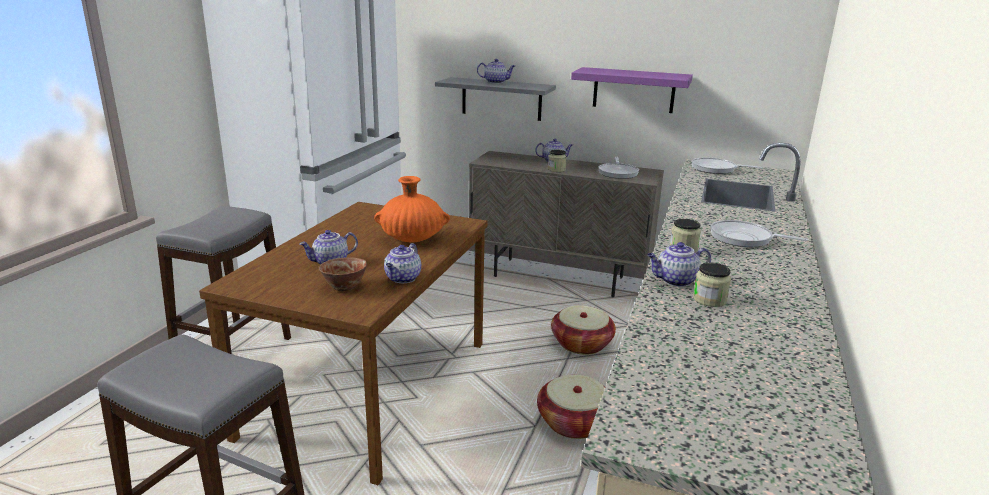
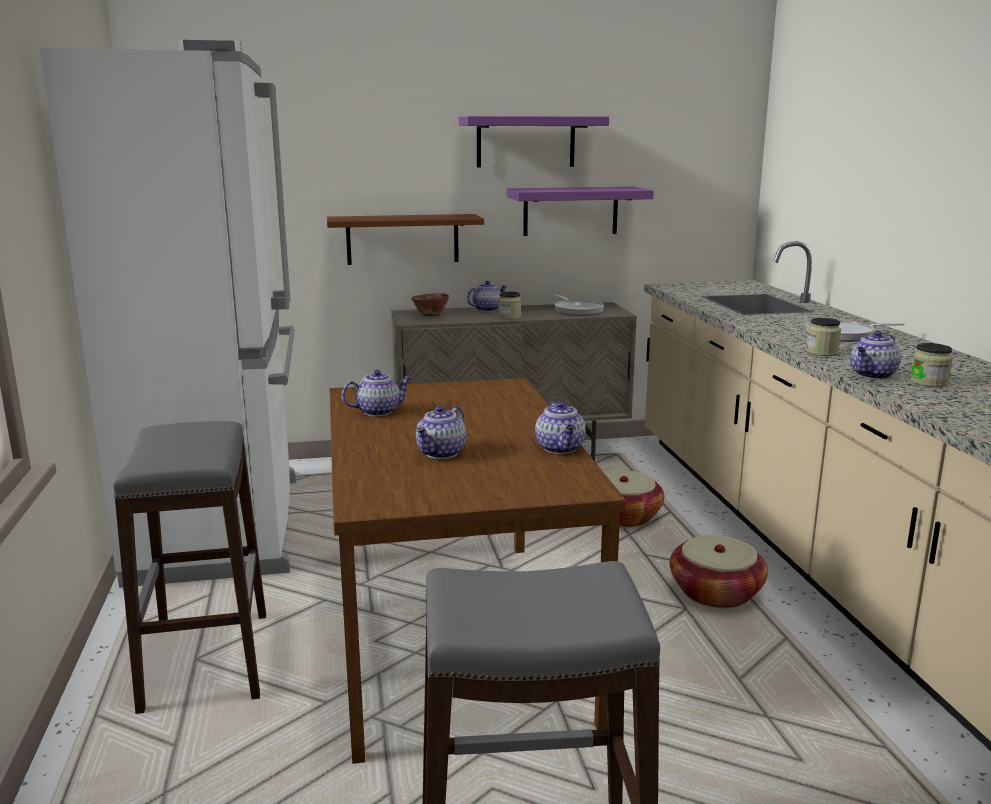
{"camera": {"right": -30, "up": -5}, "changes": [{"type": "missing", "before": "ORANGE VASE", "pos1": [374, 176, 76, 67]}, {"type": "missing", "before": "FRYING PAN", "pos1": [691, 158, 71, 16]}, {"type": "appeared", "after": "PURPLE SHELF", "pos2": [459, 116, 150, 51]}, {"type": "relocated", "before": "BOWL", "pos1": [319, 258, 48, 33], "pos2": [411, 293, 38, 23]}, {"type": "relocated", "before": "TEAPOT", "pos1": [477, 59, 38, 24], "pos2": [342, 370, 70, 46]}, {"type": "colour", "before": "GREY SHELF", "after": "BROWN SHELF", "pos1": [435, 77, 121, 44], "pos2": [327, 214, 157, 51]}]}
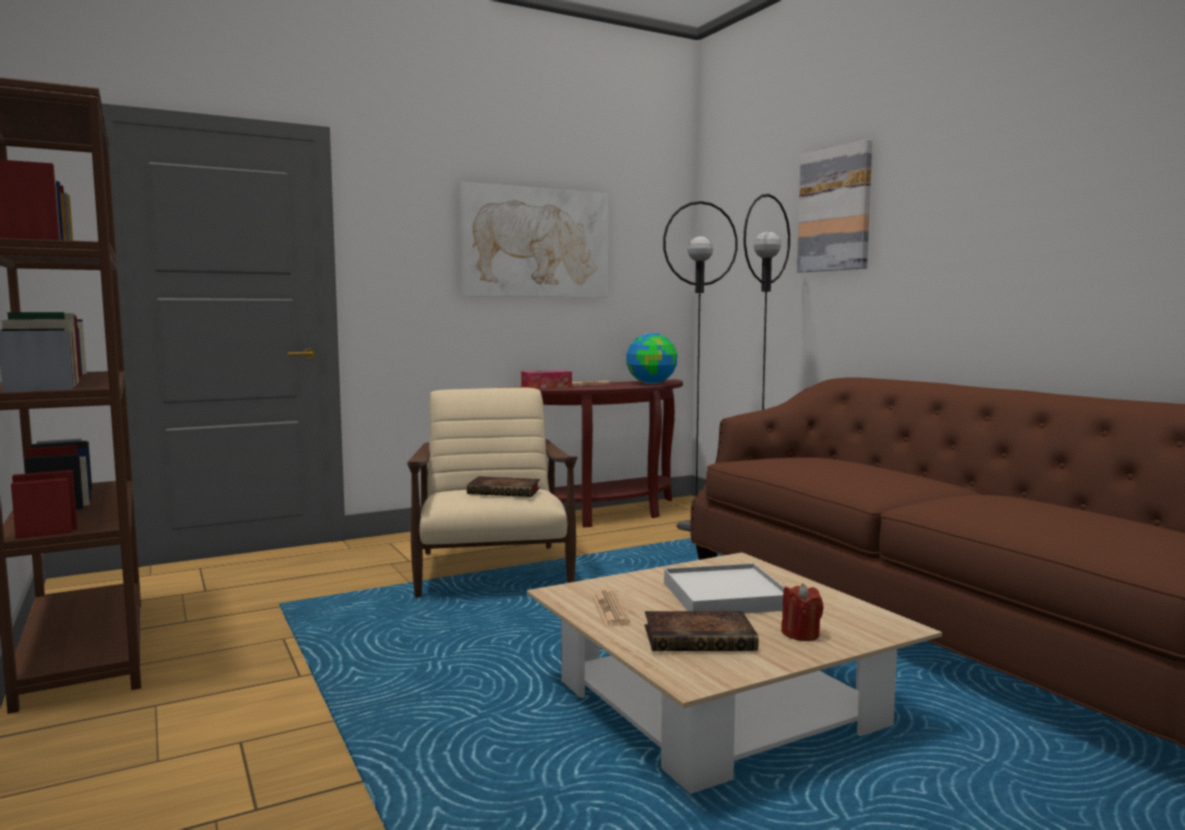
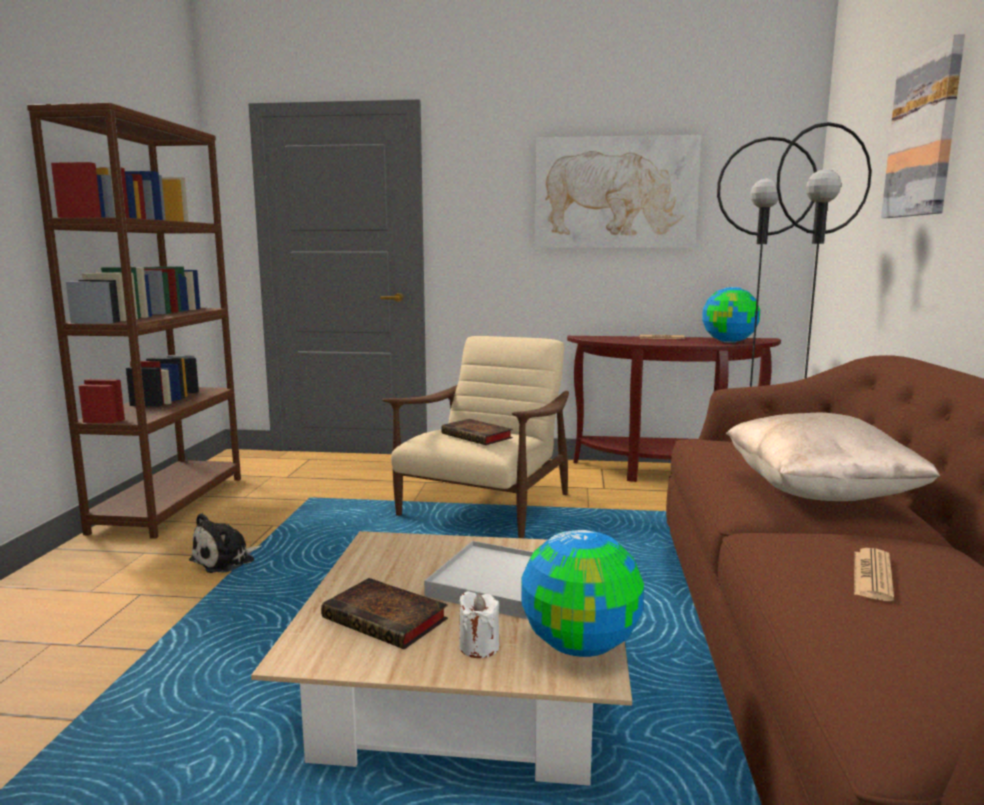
{"camera": {"right": 35, "up": 5}, "changes": [{"type": "missing", "before": "TISSUE BOX", "pos1": [521, 370, 51, 19]}, {"type": "appeared", "after": "PLUSH TOY", "pos2": [189, 513, 73, 60]}, {"type": "appeared", "after": "GLOBE", "pos2": [521, 530, 123, 127]}, {"type": "appeared", "after": "BEIGE PILLOW", "pos2": [726, 413, 214, 88]}, {"type": "relocated", "before": "NEWSPAPER", "pos1": [592, 590, 38, 36], "pos2": [854, 548, 40, 53]}, {"type": "colour", "before": "RED CANDLE", "after": "WHITE CANDLE", "pos1": [781, 584, 43, 57], "pos2": [459, 591, 40, 67]}]}
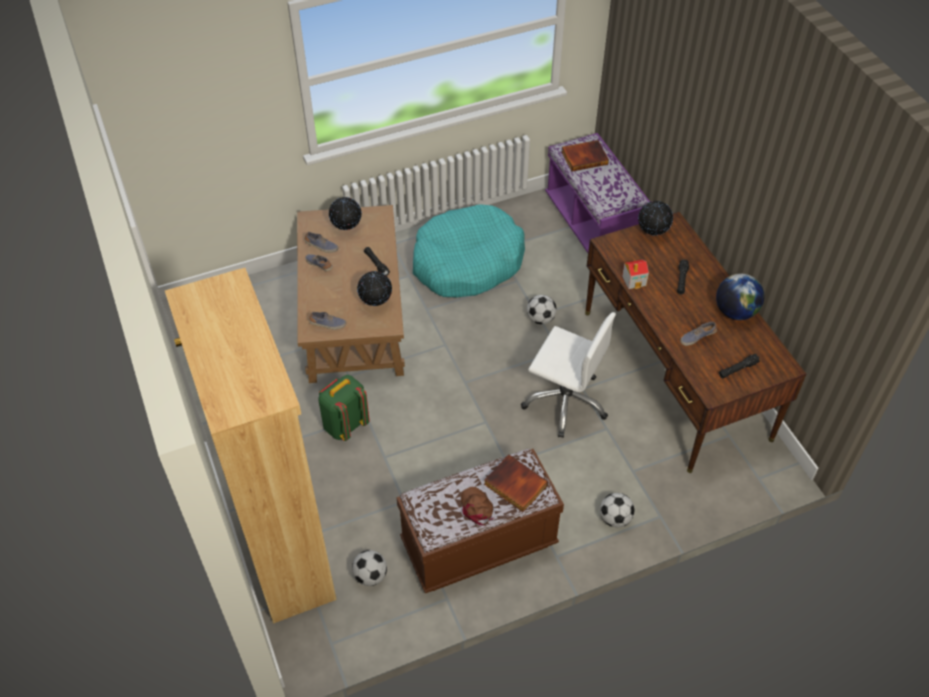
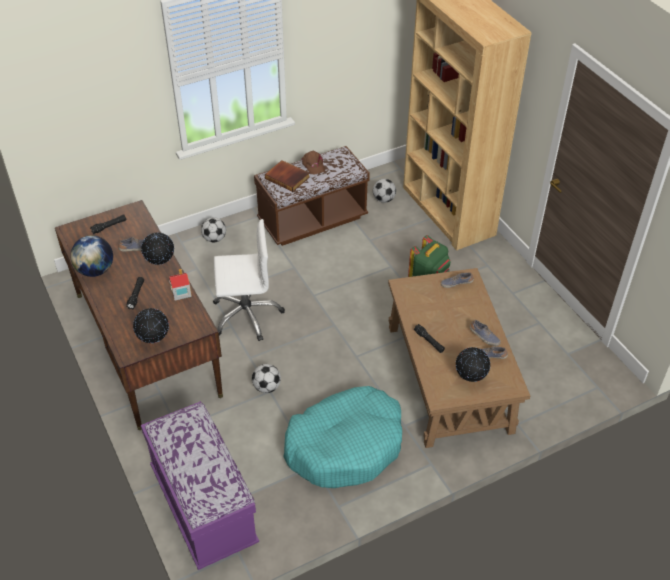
{"camera": {"right": 175, "up": -5}, "changes": [{"type": "missing", "before": "BOOK", "pos1": [561, 140, 48, 31]}, {"type": "relocated", "before": "GLOBE", "pos1": [357, 271, 35, 35], "pos2": [141, 232, 33, 33]}, {"type": "spun", "before": "WHITE OFFICE CHAIR", "pos1": [521, 312, 95, 126], "pos2": [213, 219, 72, 122], "turn": 150}]}
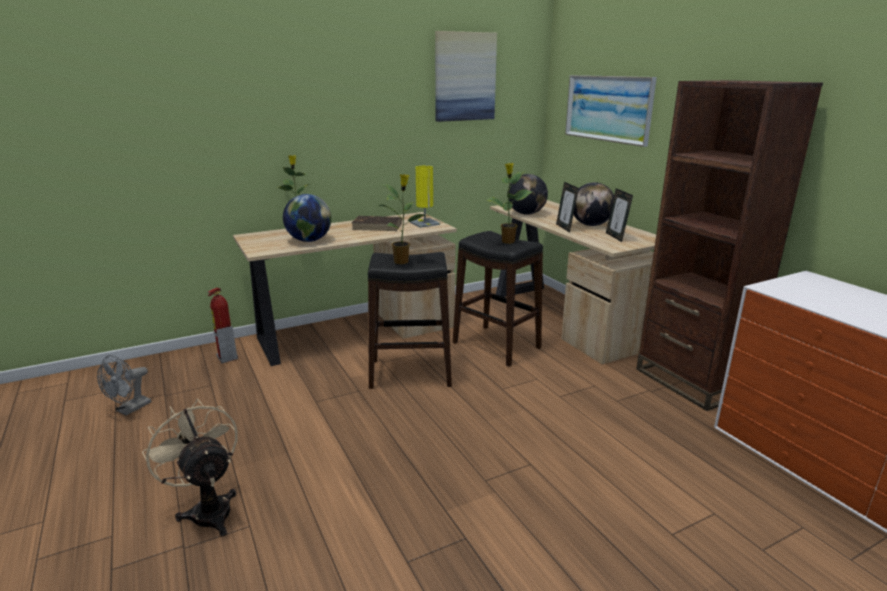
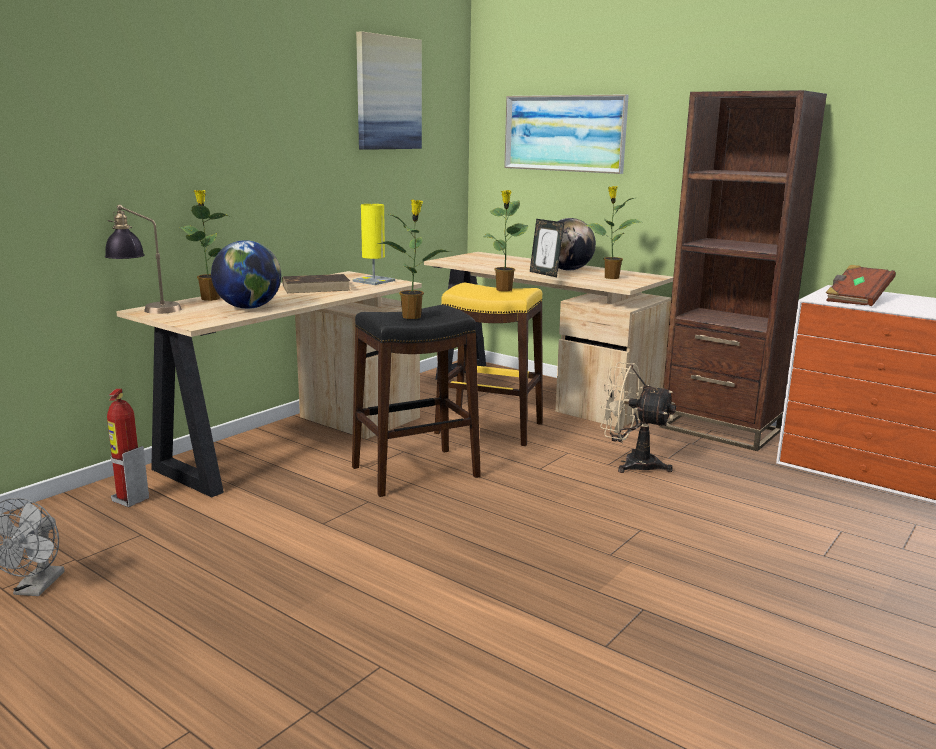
{"camera": {"right": -25, "up": -5}, "changes": [{"type": "missing", "before": "GLOBE", "pos1": [507, 174, 41, 41]}, {"type": "appeared", "after": "TABLE LAMP", "pos2": [105, 204, 76, 110]}, {"type": "appeared", "after": "BROWN BOOK", "pos2": [826, 264, 70, 42]}, {"type": "relocated", "before": "BEIGE FAN", "pos1": [142, 399, 96, 137], "pos2": [600, 362, 76, 111]}, {"type": "exchanged", "before": "PICTURE FRAME", "after": "POTTED PLANT", "pos1": [606, 188, 27, 54], "pos2": [585, 186, 56, 93]}, {"type": "colour", "before": "BLACK STOOL", "after": "YELLOW STOOL", "pos1": [453, 231, 90, 136], "pos2": [434, 283, 109, 163]}]}
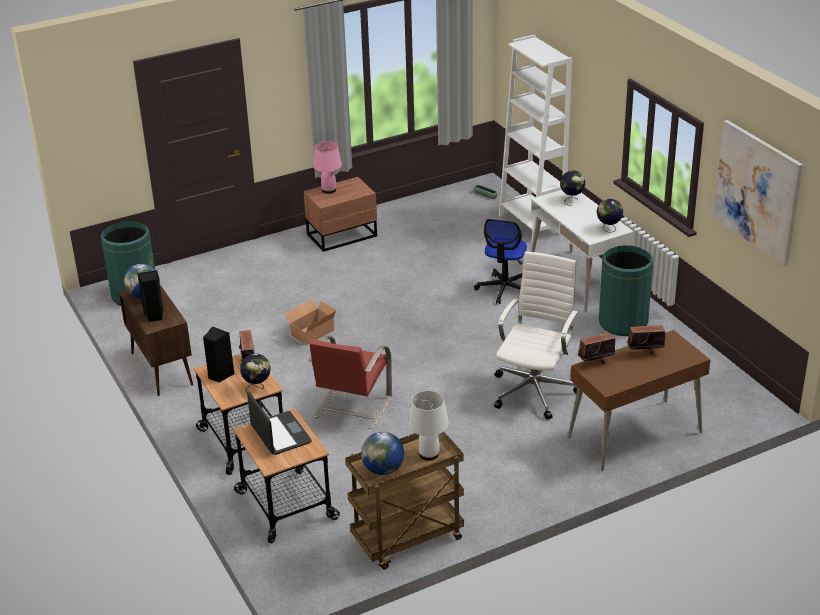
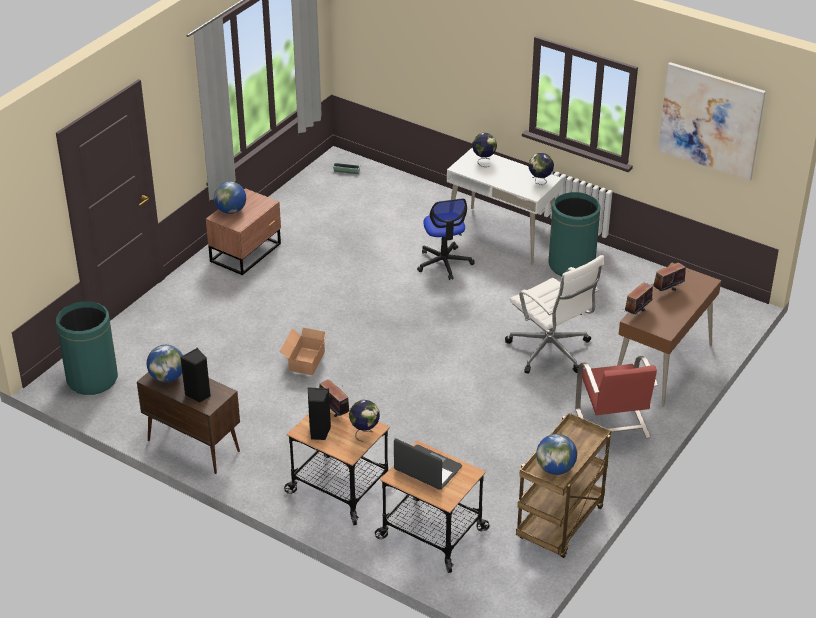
{"camera": {"right": -30, "up": 5}, "changes": [{"type": "missing", "before": "WHITE TABLE LAMP", "pos1": [408, 391, 41, 70]}, {"type": "missing", "before": "WHITE BOOKCASE", "pos1": [499, 35, 73, 208]}, {"type": "relocated", "before": "RED CHAIR", "pos1": [308, 336, 84, 93], "pos2": [575, 356, 83, 82]}, {"type": "exchanged", "before": "PINK TABLE LAMP", "after": "GLOBE", "pos1": [313, 141, 29, 53], "pos2": [214, 182, 32, 32]}, {"type": "spun", "before": "WHITE OFFICE CHAIR", "pos1": [494, 251, 84, 169], "pos2": [505, 255, 99, 119], "turn": 150}]}
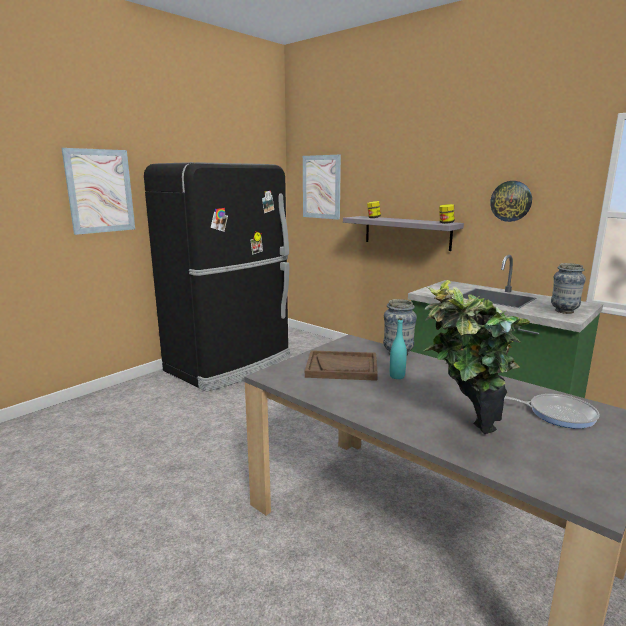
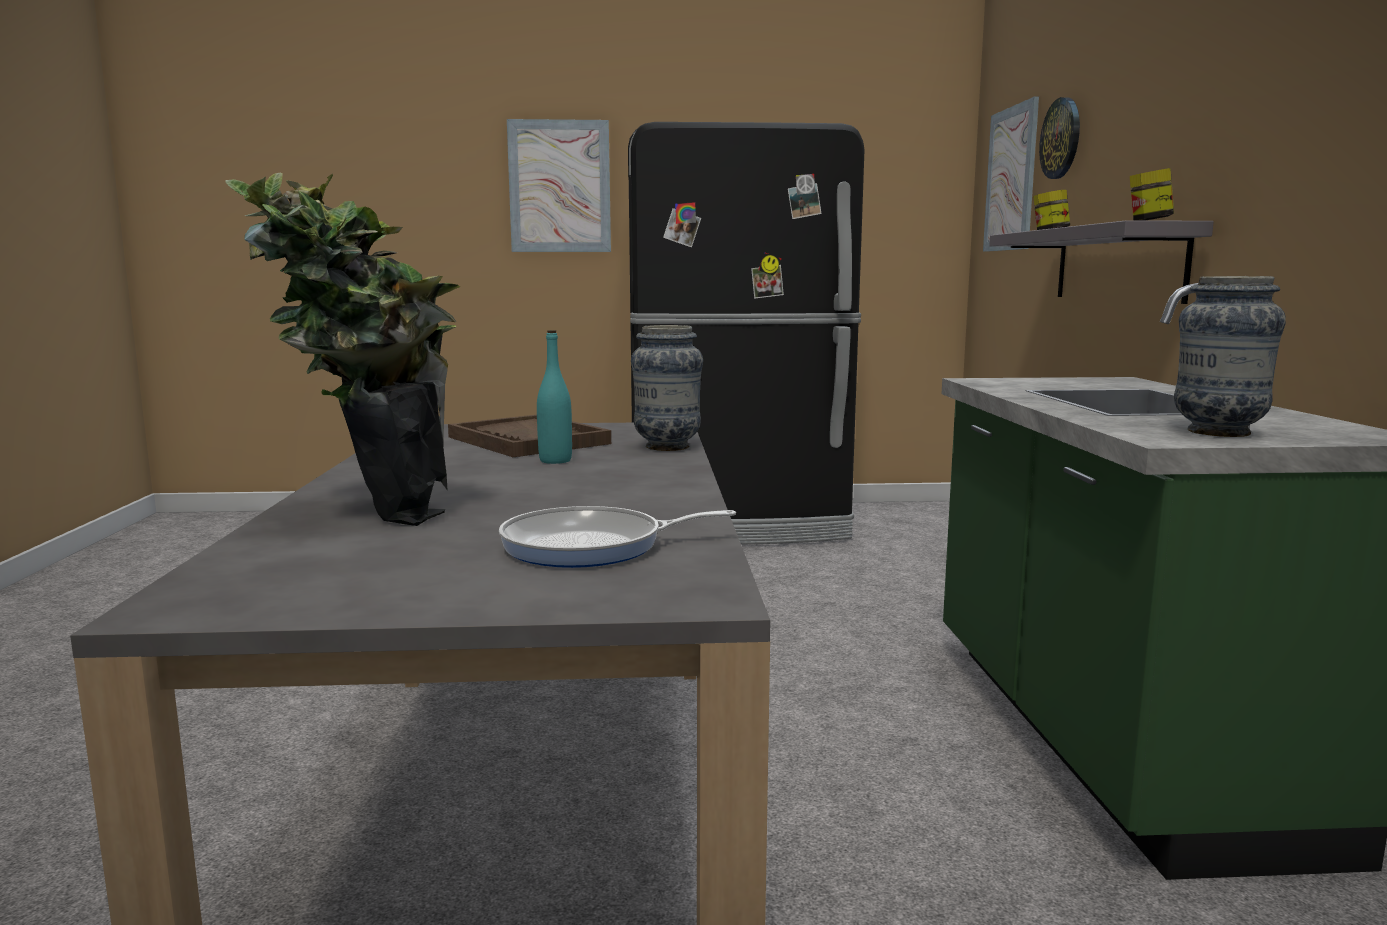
{"camera": {"right": 45, "up": -5}, "changes": [{"type": "relocated", "before": "WALL CLOCK", "pos1": [490, 181, 42, 41], "pos2": [1039, 97, 41, 82]}, {"type": "spun", "before": "FRYING PAN", "pos1": [504, 394, 95, 35], "pos2": [499, 506, 237, 62], "turn": 105}]}
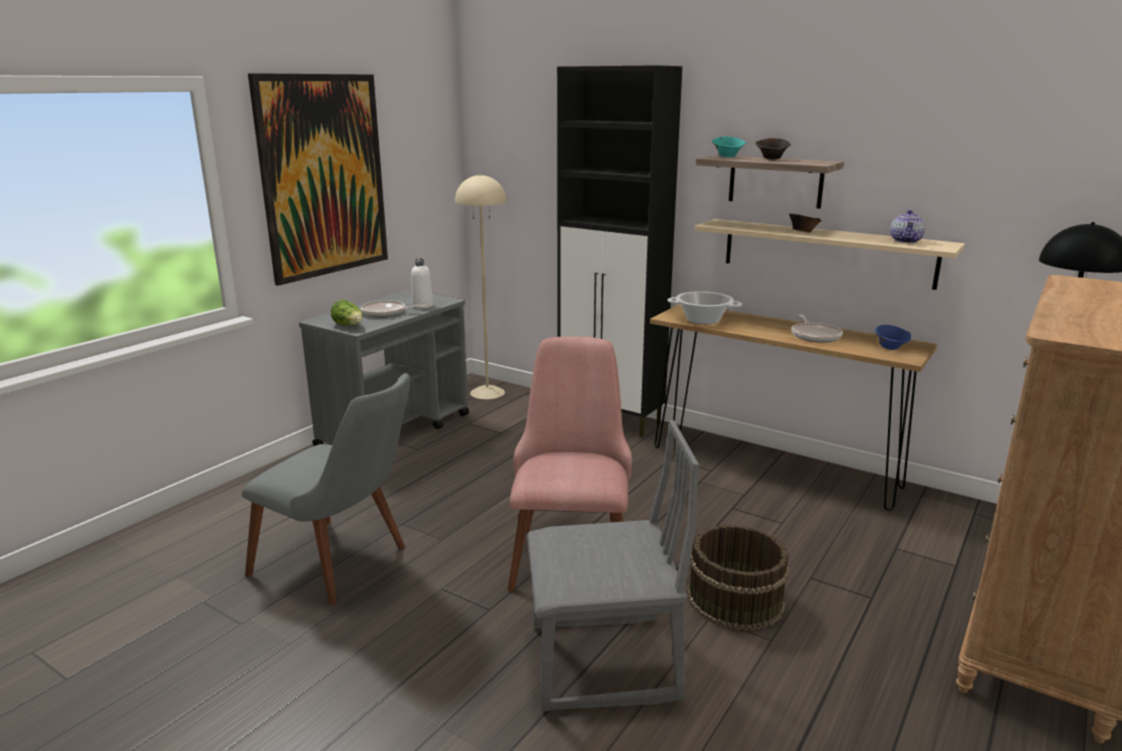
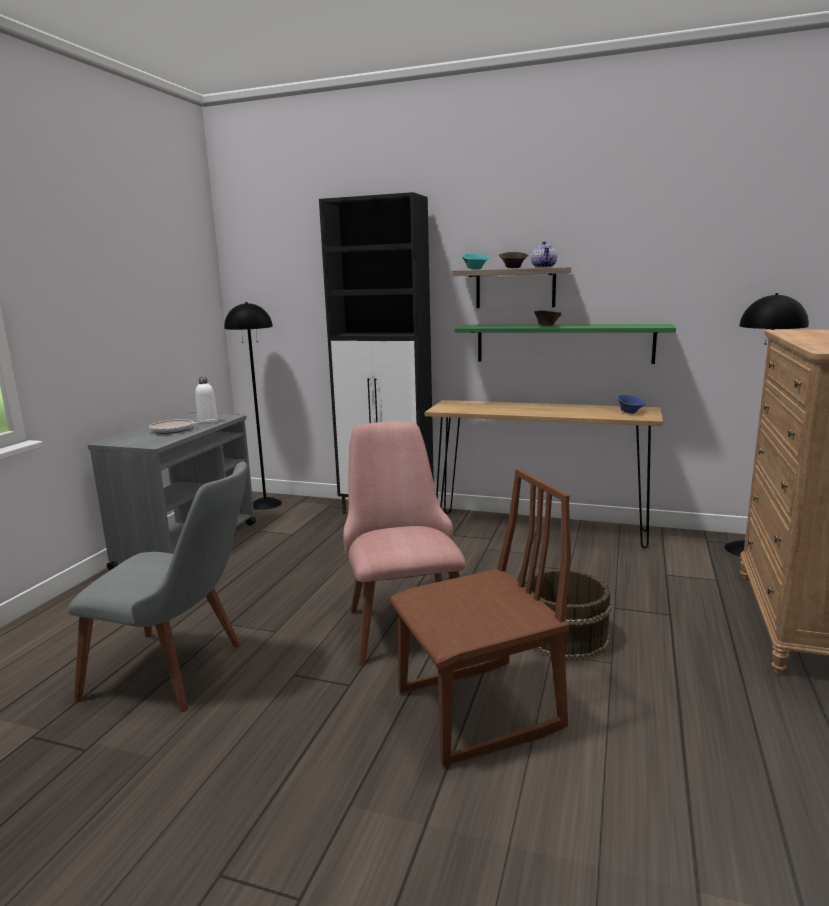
{"camera": {"right": -15, "up": -5}, "changes": [{"type": "missing", "before": "PICTURE", "pos1": [248, 73, 140, 213]}, {"type": "missing", "before": "LETTUCE", "pos1": [331, 300, 32, 25]}, {"type": "missing", "before": "COOKING POT", "pos1": [668, 291, 74, 33]}, {"type": "missing", "before": "FRYING PAN", "pos1": [791, 314, 52, 29]}, {"type": "relocated", "before": "TEAPOT", "pos1": [890, 210, 35, 33], "pos2": [531, 241, 26, 27]}, {"type": "colour", "before": "BEIGE FLOOR LAMP", "after": "BLACK FLOOR LAMP", "pos1": [455, 174, 52, 225], "pos2": [224, 302, 58, 208]}, {"type": "colour", "before": "GREY CHAIR", "after": "BROWN CHAIR", "pos1": [527, 420, 172, 291], "pos2": [389, 469, 182, 298]}, {"type": "colour", "before": "BEIGE SHELF", "after": "GREEN SHELF", "pos1": [694, 219, 271, 71], "pos2": [455, 324, 221, 40]}]}
